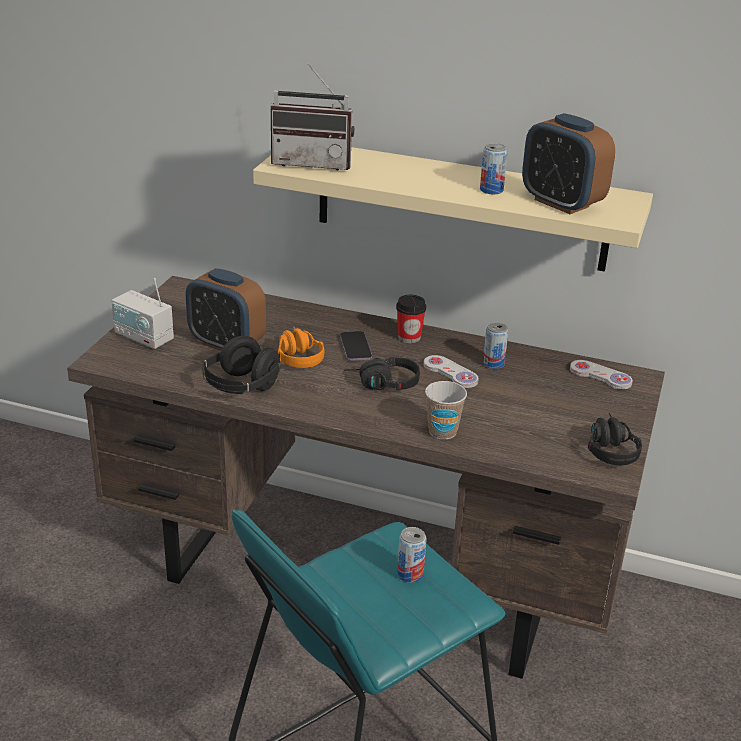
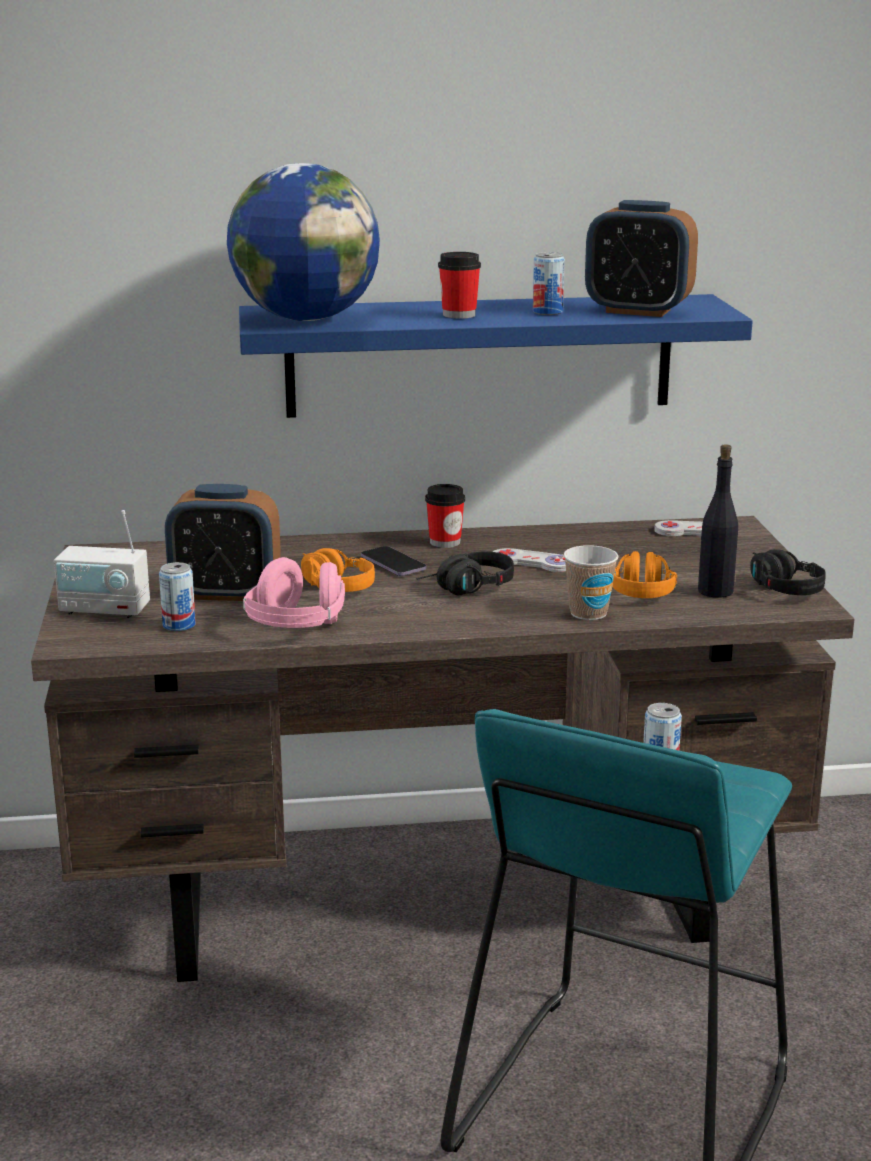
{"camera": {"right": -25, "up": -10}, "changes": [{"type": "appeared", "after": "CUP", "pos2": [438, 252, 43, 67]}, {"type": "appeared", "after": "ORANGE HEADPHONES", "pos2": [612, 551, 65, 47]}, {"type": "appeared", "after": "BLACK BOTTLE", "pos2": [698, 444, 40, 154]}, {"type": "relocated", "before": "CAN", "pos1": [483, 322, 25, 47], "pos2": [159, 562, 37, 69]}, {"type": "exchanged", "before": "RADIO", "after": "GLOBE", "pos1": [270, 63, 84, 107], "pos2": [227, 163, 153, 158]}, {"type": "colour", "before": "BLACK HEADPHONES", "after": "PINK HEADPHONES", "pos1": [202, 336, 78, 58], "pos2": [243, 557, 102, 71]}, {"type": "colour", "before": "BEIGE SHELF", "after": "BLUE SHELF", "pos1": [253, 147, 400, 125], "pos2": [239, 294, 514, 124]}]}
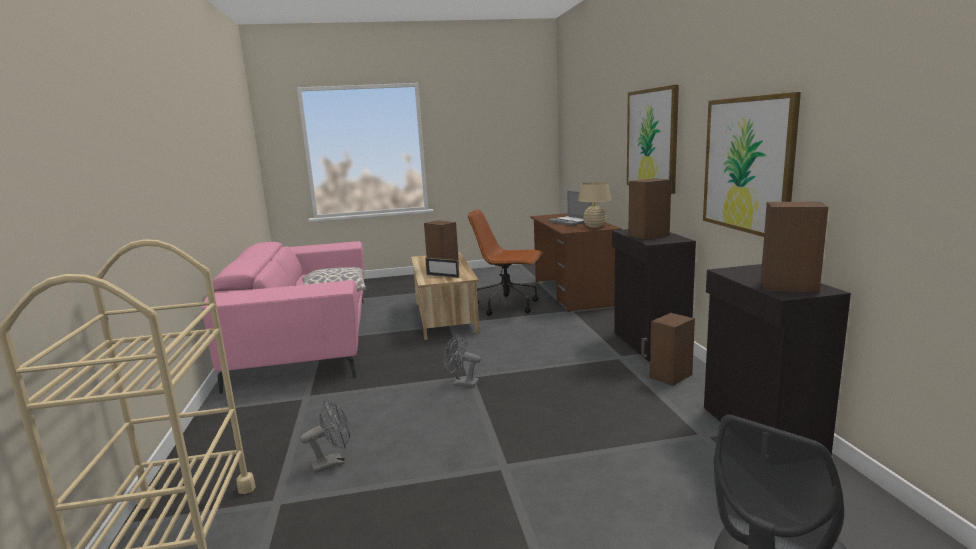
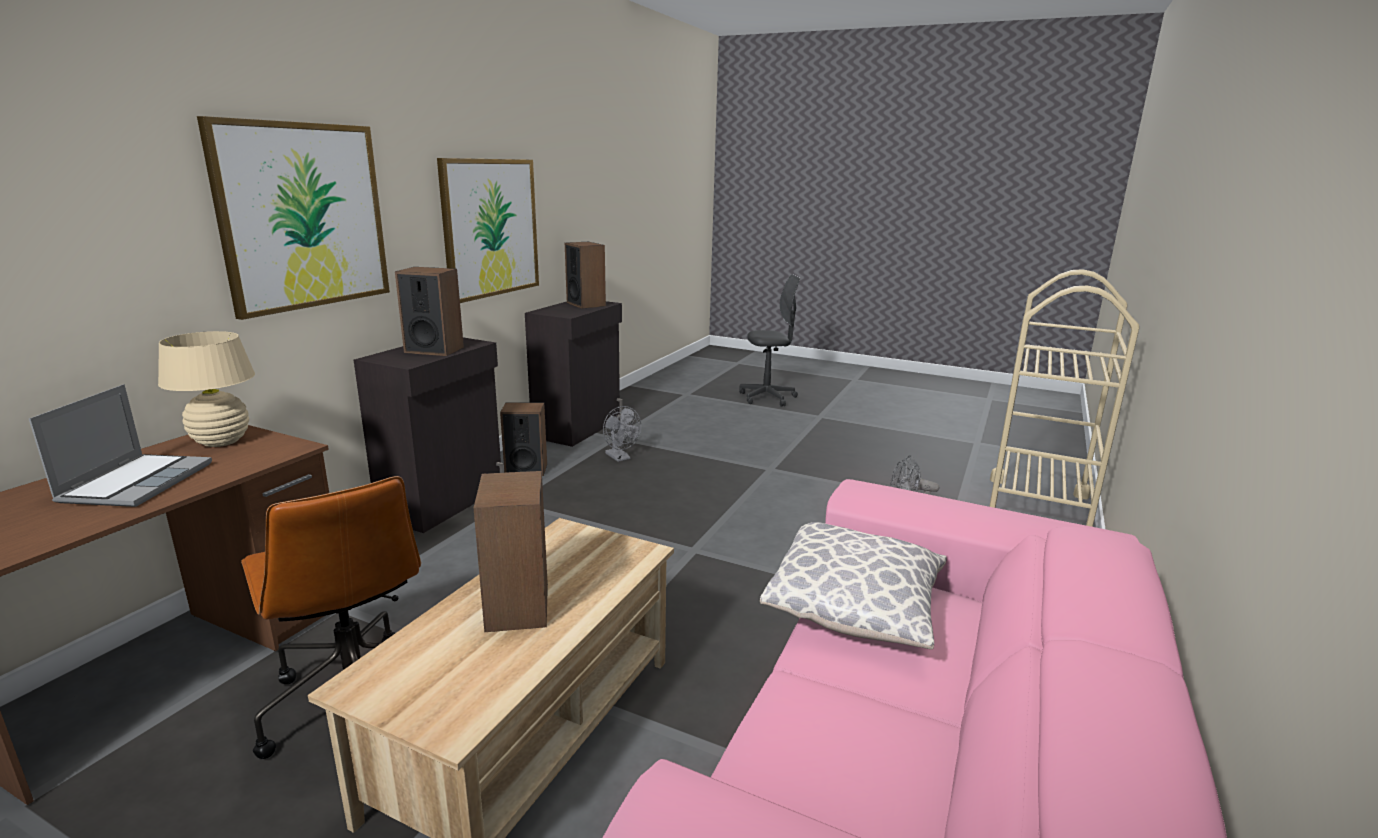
{"camera": {"right": -145, "up": 5}, "changes": [{"type": "missing", "before": "PICTURE FRAME", "pos1": [425, 258, 34, 20]}, {"type": "relocated", "before": "GREY FAN", "pos1": [444, 334, 37, 53], "pos2": [603, 406, 38, 56]}]}
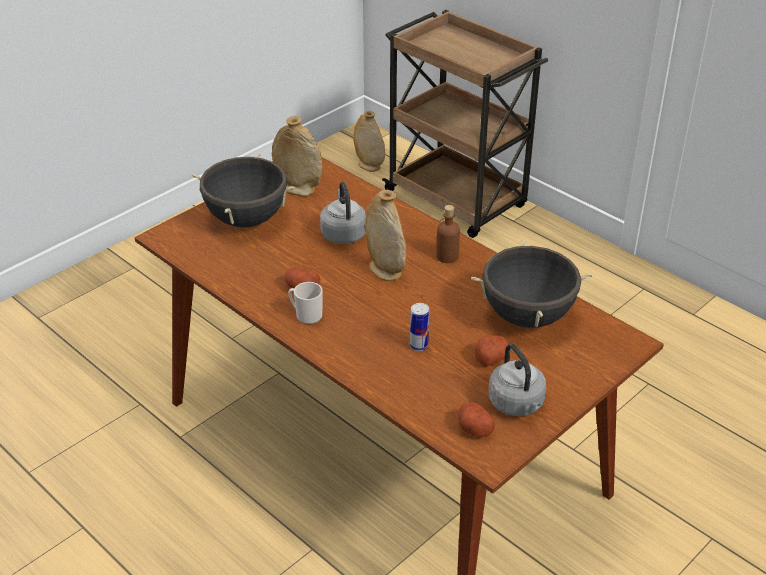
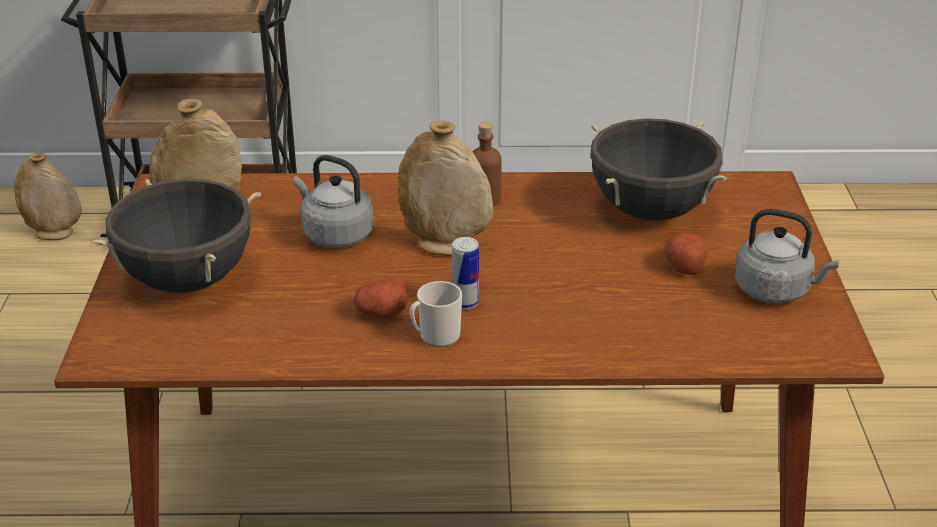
{"camera": {"right": -45, "up": -5}, "changes": [{"type": "missing", "before": "POTATO", "pos1": [458, 402, 37, 36]}, {"type": "relocated", "before": "CAN", "pos1": [410, 303, 19, 48], "pos2": [452, 237, 27, 73]}]}
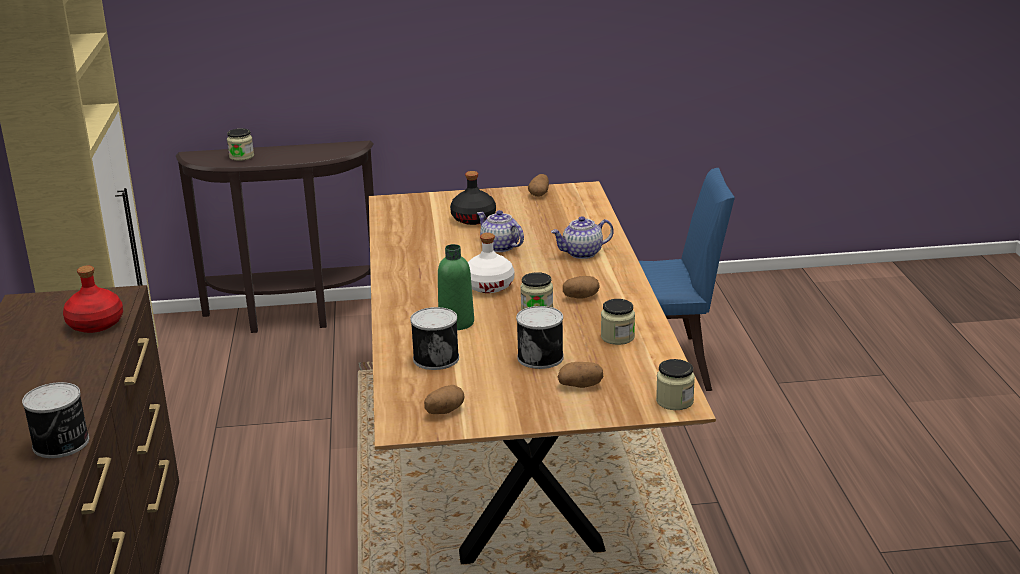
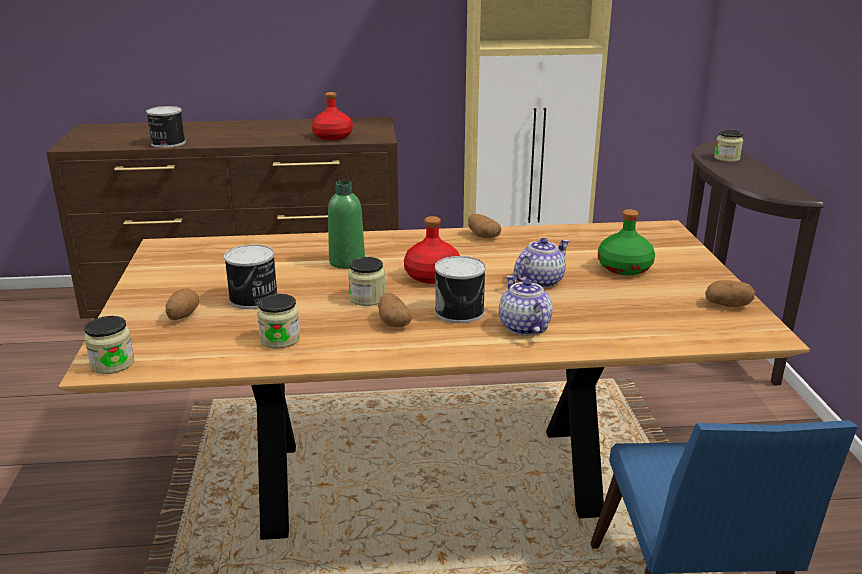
{"camera": {"right": 90, "up": 0}, "changes": [{"type": "relocated", "before": "CAN", "pos1": [410, 307, 49, 63], "pos2": [435, 256, 51, 67]}, {"type": "relocated", "before": "POTATO", "pos1": [424, 385, 41, 29], "pos2": [468, 214, 33, 24]}, {"type": "colour", "before": "BLACK BOTTLE", "after": "GREEN BOTTLE", "pos1": [450, 171, 46, 54], "pos2": [598, 209, 57, 66]}, {"type": "colour", "before": "WHITE BOTTLE", "after": "RED BOTTLE", "pos1": [468, 233, 46, 60], "pos2": [404, 216, 56, 68]}]}
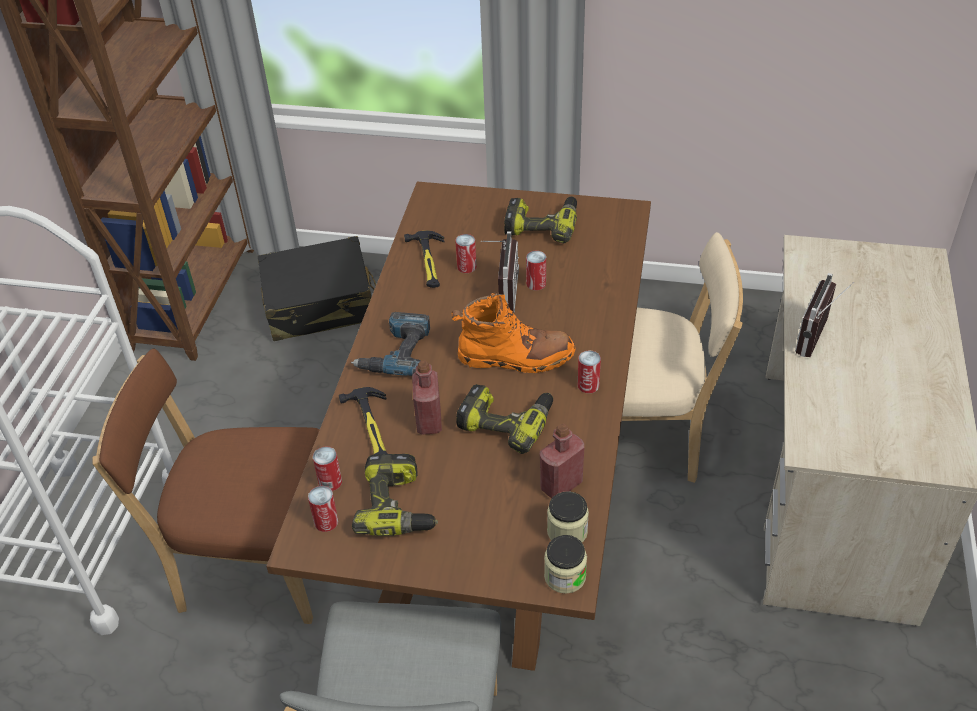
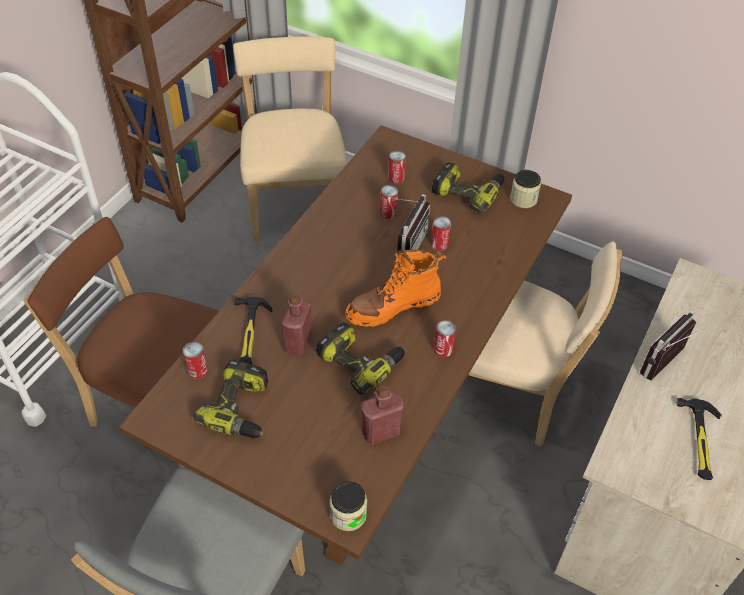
{"camera": {"right": 15, "up": 5}, "changes": [{"type": "missing", "before": "POWER DRILL", "pos1": [351, 312, 79, 64]}, {"type": "relocated", "before": "CAN", "pos1": [308, 486, 30, 46], "pos2": [388, 150, 18, 34]}, {"type": "relocated", "before": "HAMMER", "pos1": [404, 231, 41, 57], "pos2": [677, 398, 45, 82]}, {"type": "relocated", "before": "JAR", "pos1": [547, 491, 42, 51], "pos2": [510, 170, 31, 38]}, {"type": "exchanged", "before": "BLACK SUITCASE", "after": "BEIGE CHAIR", "pos1": [258, 236, 118, 105], "pos2": [233, 37, 115, 204]}, {"type": "spun", "before": "ORANGE BOOT", "pos1": [451, 292, 125, 81], "pos2": [345, 249, 101, 78], "turn": 135}]}
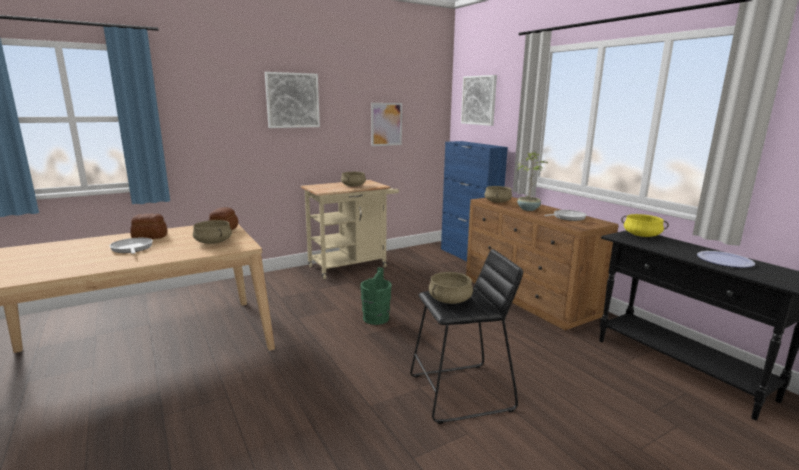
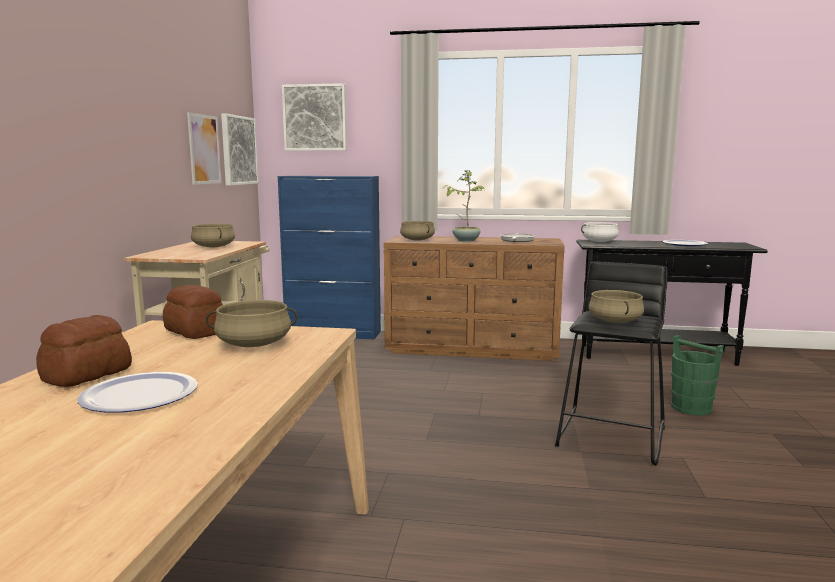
{"camera": {"right": -50, "up": -5}, "changes": [{"type": "relocated", "before": "PICTURE", "pos1": [265, 72, 55, 56], "pos2": [221, 113, 38, 73]}, {"type": "relocated", "before": "GREEN BUCKET", "pos1": [360, 267, 32, 58], "pos2": [671, 335, 53, 81]}, {"type": "exchanged", "before": "FRYING PAN", "after": "PLATE", "pos1": [110, 238, 43, 16], "pos2": [77, 372, 121, 41]}, {"type": "colour", "before": "YELLOW COOKING POT", "after": "WHITE COOKING POT", "pos1": [621, 214, 48, 23], "pos2": [581, 222, 38, 20]}]}
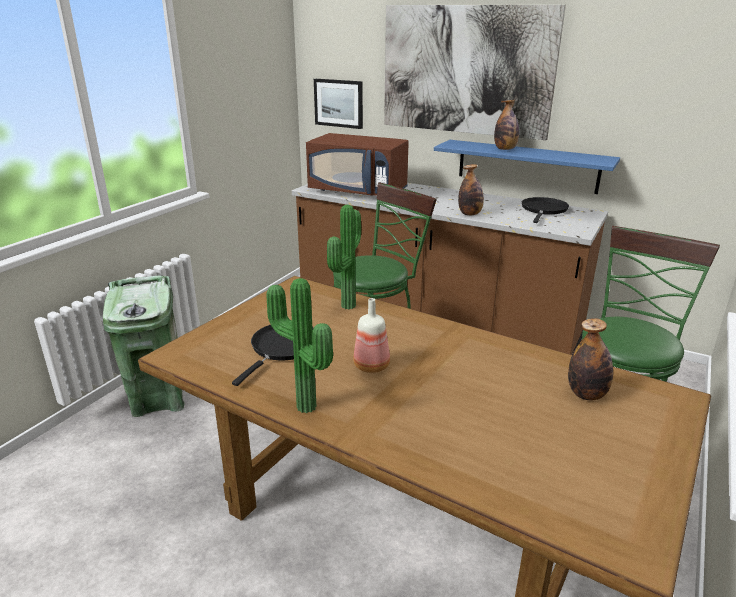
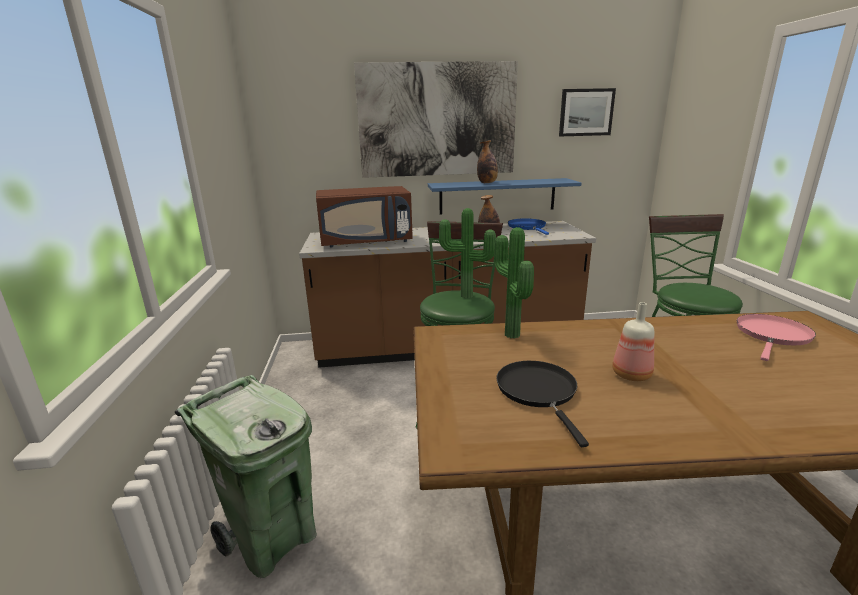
{"camera": {"right": -35, "up": -5}, "changes": [{"type": "relocated", "before": "POTTED PLANT", "pos1": [267, 278, 66, 135], "pos2": [439, 208, 57, 90]}, {"type": "relocated", "before": "PICTURE", "pos1": [314, 79, 49, 50], "pos2": [559, 88, 57, 48]}, {"type": "exchanged", "before": "BOTTLE", "after": "PINK FRYING PAN", "pos1": [568, 318, 45, 82], "pos2": [737, 314, 79, 47]}, {"type": "colour", "before": "BLACK FRYING PAN", "after": "BLUE FRYING PAN", "pos1": [522, 197, 47, 26], "pos2": [508, 218, 41, 17]}]}
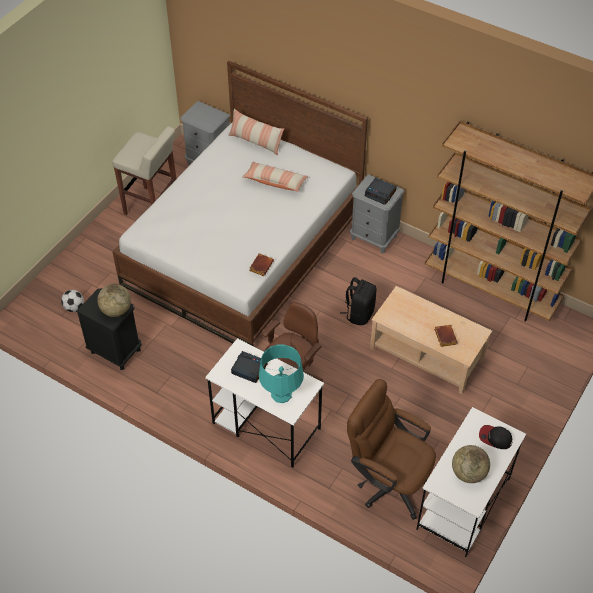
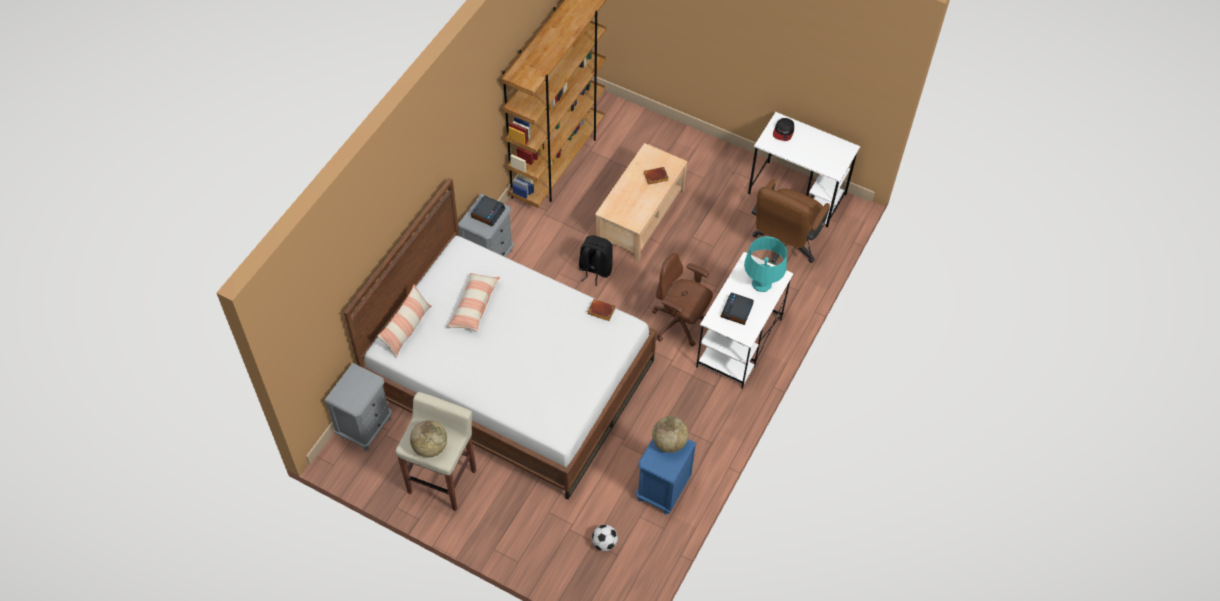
{"camera": {"right": -95, "up": 5}, "changes": [{"type": "relocated", "before": "GLOBE", "pos1": [452, 445, 38, 38], "pos2": [410, 420, 37, 37]}, {"type": "colour", "before": "BLACK NIGHTSTAND", "after": "BLUE NIGHTSTAND", "pos1": [76, 288, 66, 82], "pos2": [636, 438, 60, 77]}]}
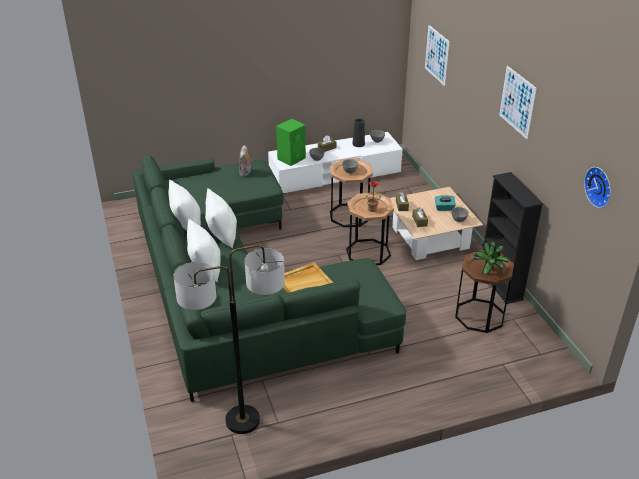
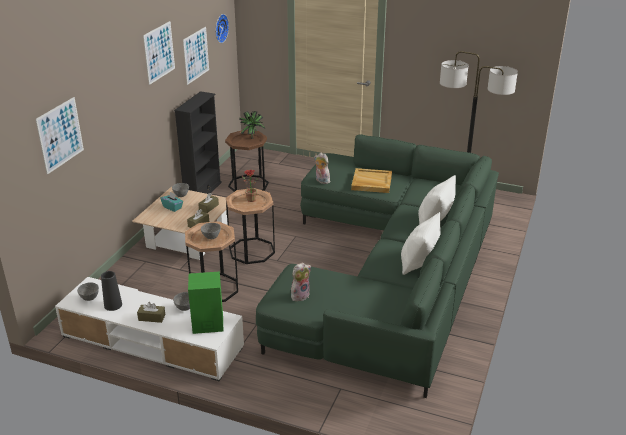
{"camera": {"right": -140, "up": -5}, "changes": [{"type": "missing", "before": "WHITE PILLOW", "pos1": [205, 188, 32, 60]}, {"type": "appeared", "after": "PICTURE", "pos2": [183, 27, 26, 58]}, {"type": "appeared", "after": "PLUSH TOY", "pos2": [314, 153, 16, 31]}]}
